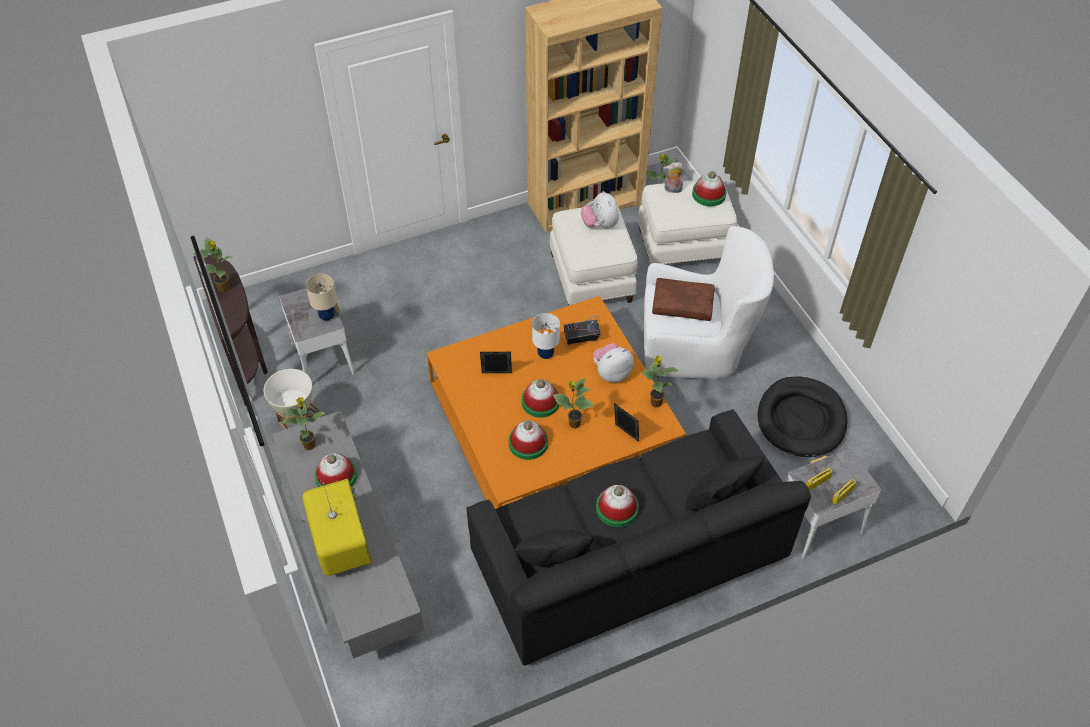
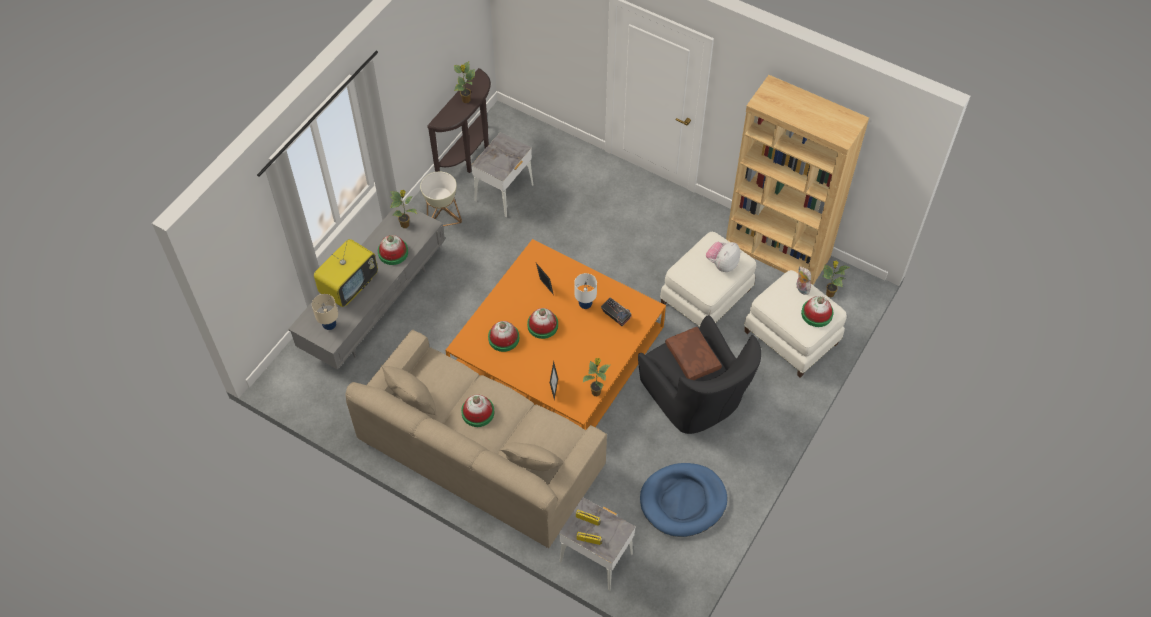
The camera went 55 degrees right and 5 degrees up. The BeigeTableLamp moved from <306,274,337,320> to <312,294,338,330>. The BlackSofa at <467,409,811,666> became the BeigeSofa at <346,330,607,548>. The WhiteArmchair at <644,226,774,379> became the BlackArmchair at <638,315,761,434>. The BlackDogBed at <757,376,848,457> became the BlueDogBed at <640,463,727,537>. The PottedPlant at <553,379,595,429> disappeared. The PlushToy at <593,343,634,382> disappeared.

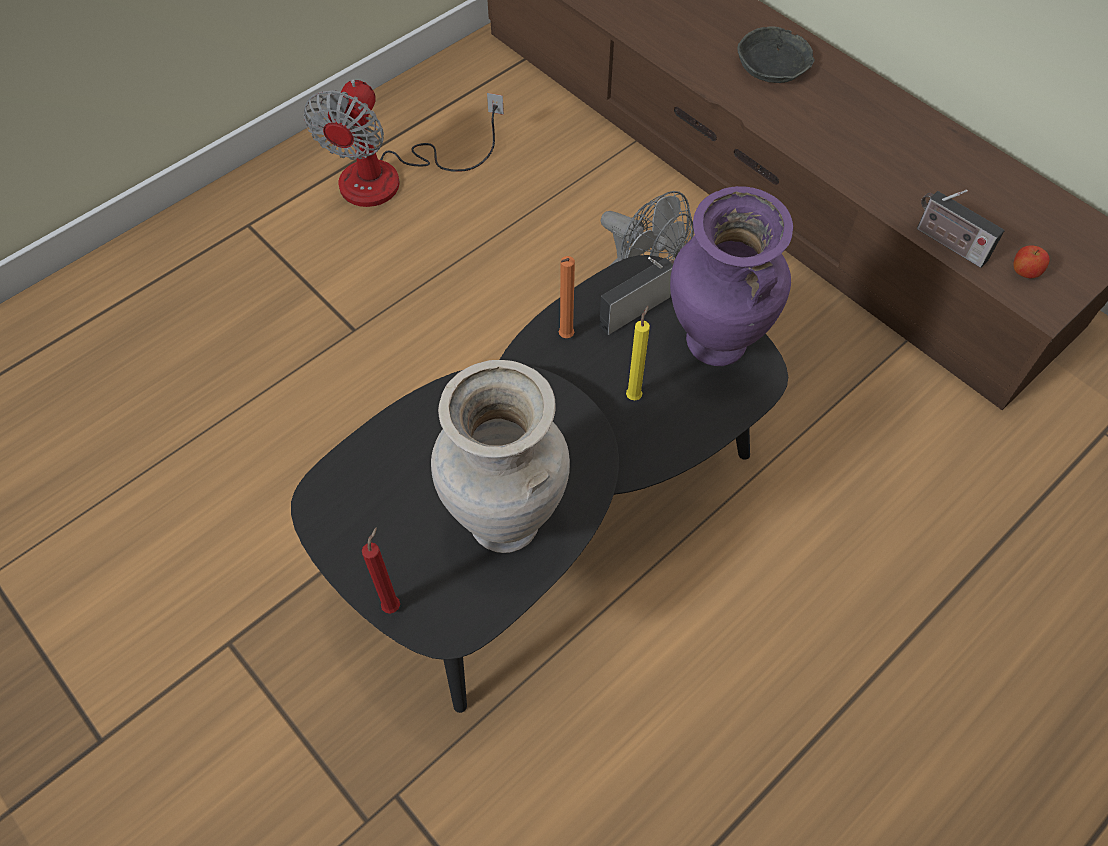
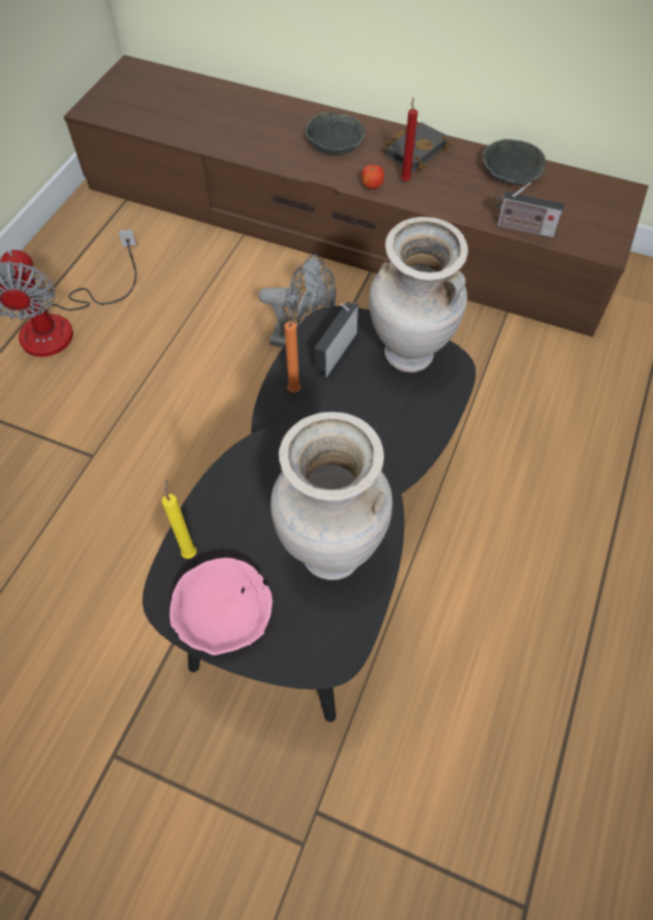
The camera went 25 degrees left and 0 degrees up. The YellowCandle moved from <626,306,650,400> to <162,480,197,559>. The PinkBowl at <170,558,273,655> appeared. The Apple moved from <1013,246,1050,278> to <361,164,384,189>. The PurpleVase at <670,186,793,366> became the BeigeVase at <369,217,468,373>. The BlackBook at <382,122,452,171> appeared. The RedCandle moved from <362,527,400,614> to <401,97,418,181>. The GreyBowl at <483,139,546,185> appeared.

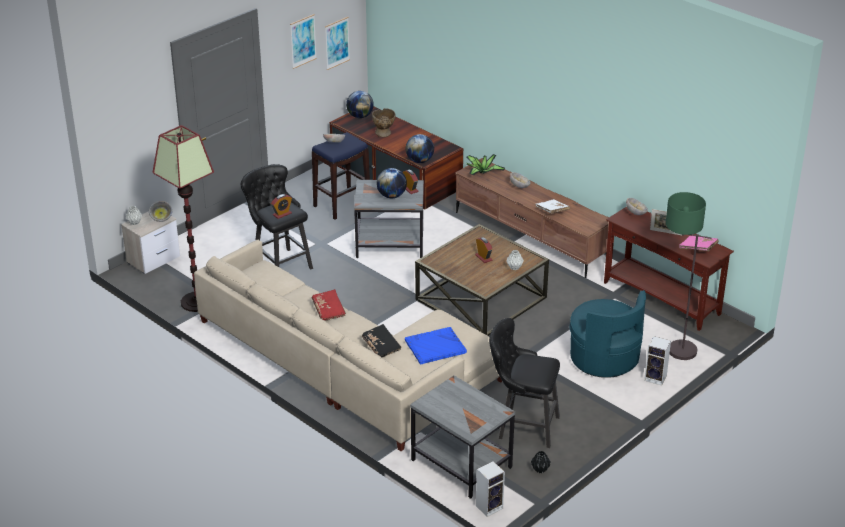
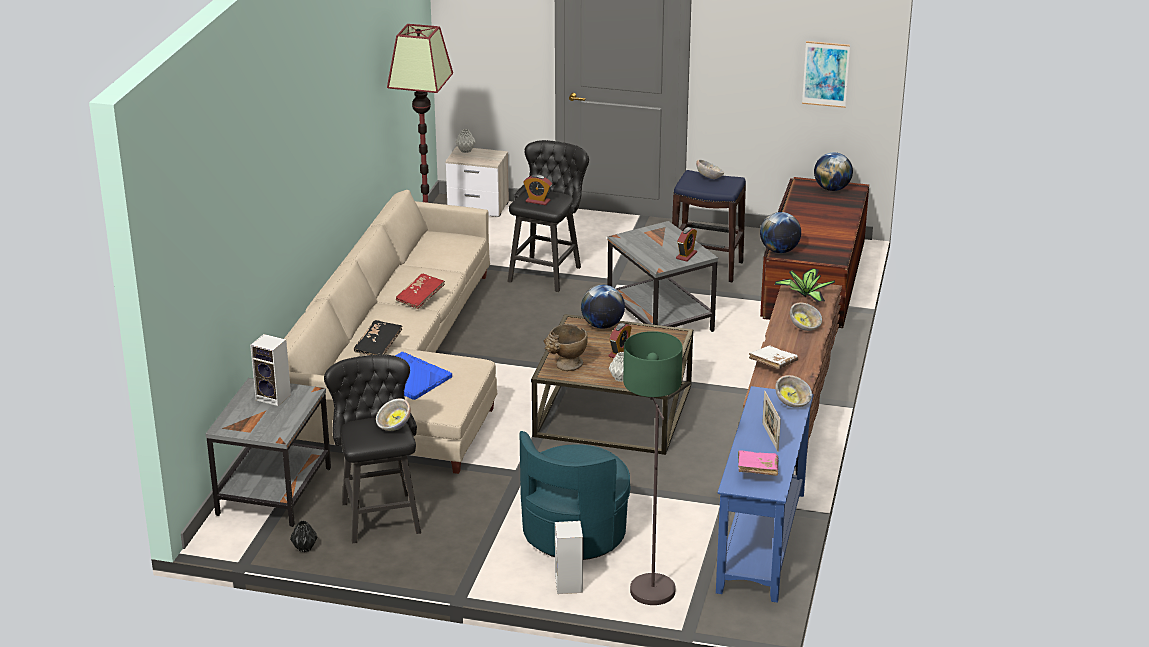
The camera went 60 degrees right and 5 degrees down. The Speaker moved from <476,461,505,517> to <250,334,291,406>. The Bowl moved from <149,201,172,222> to <376,398,411,431>. The BeigeVase moved from <372,108,396,137> to <544,324,588,371>. The Globe moved from <377,168,407,198> to <581,285,625,329>. The BrownConsoleTable at <604,206,734,331> became the BlueConsoleTable at <716,386,814,603>. The Picture at <290,14,317,69> disappeared.

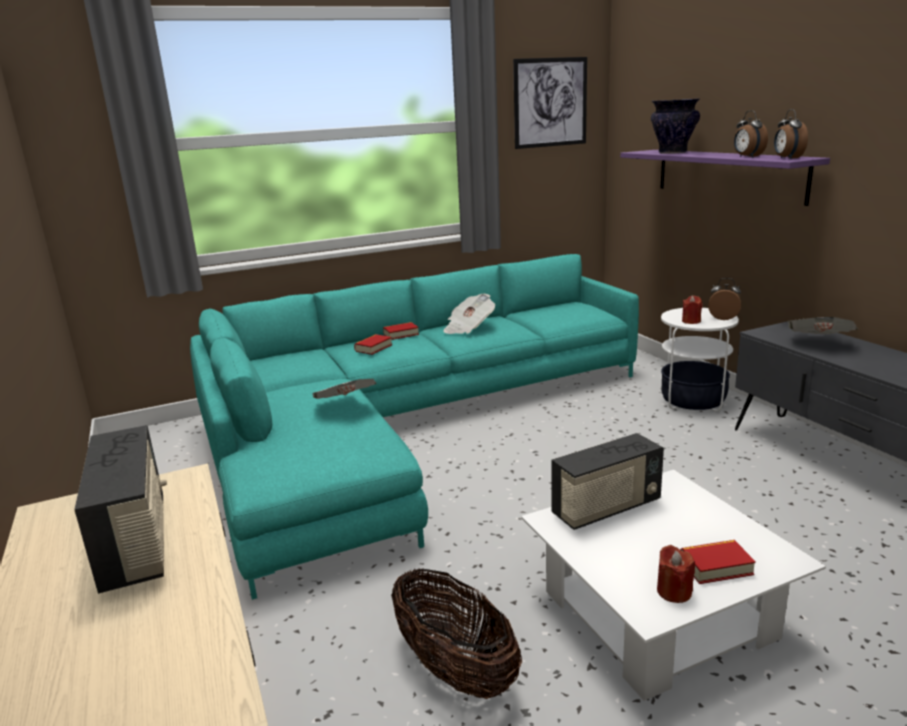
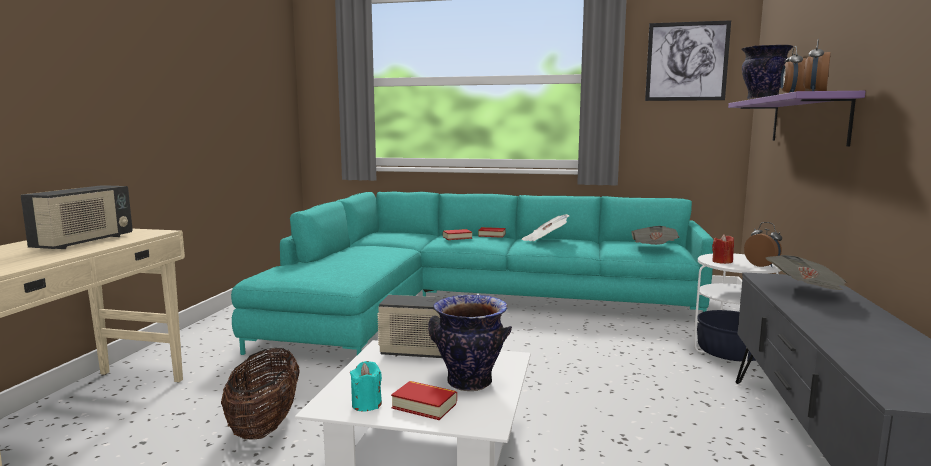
The camera went 35 degrees right and 10 degrees down. The RedCandle at <657,545,695,603> became the TurquoiseCandle at <350,361,382,411>. The Vase at <428,295,512,391> appeared. The Newspaper moved from <313,379,377,399> to <631,226,679,245>.

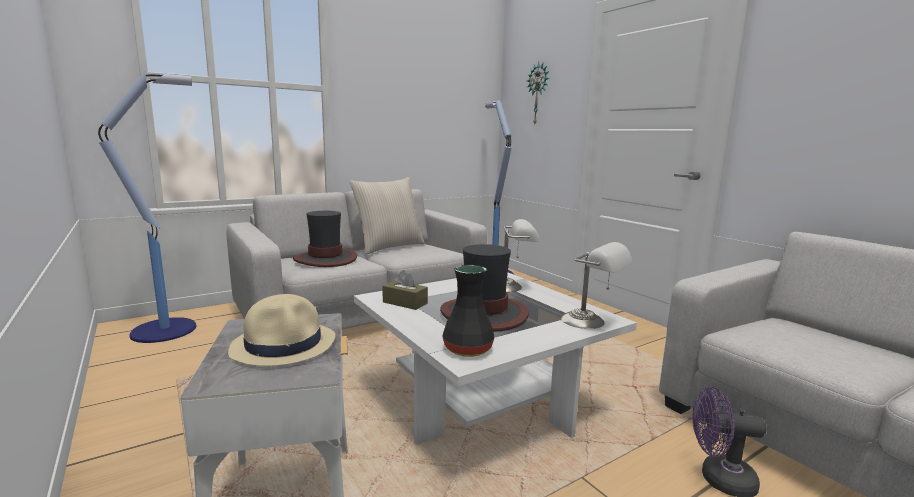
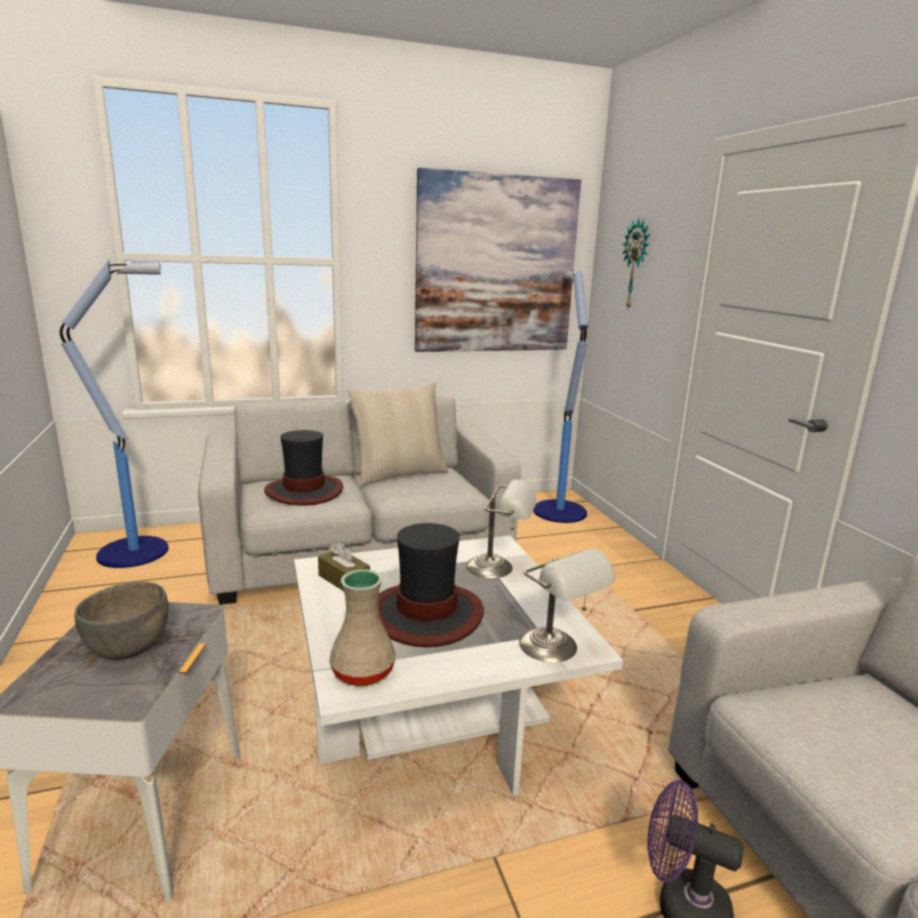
The camera went 15 degrees right and 5 degrees up. The BeigeHat at <228,294,335,366> was replaced by the GreyBowl at <75,581,169,660>. The BlackVase at <442,265,494,357> became the BeigeVase at <329,570,395,686>. The Picture at <415,168,581,352> appeared.

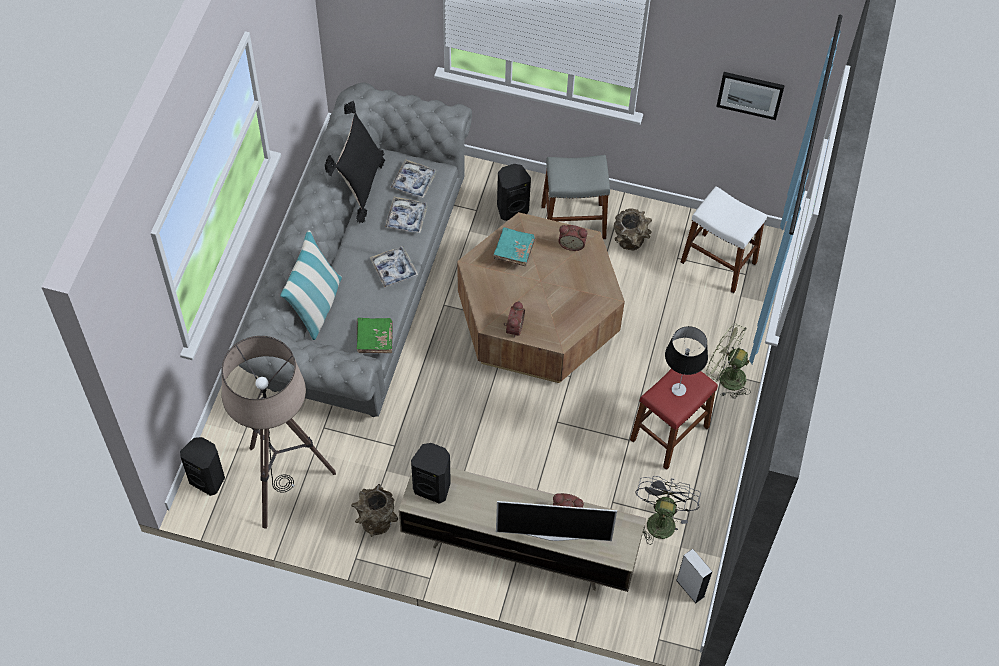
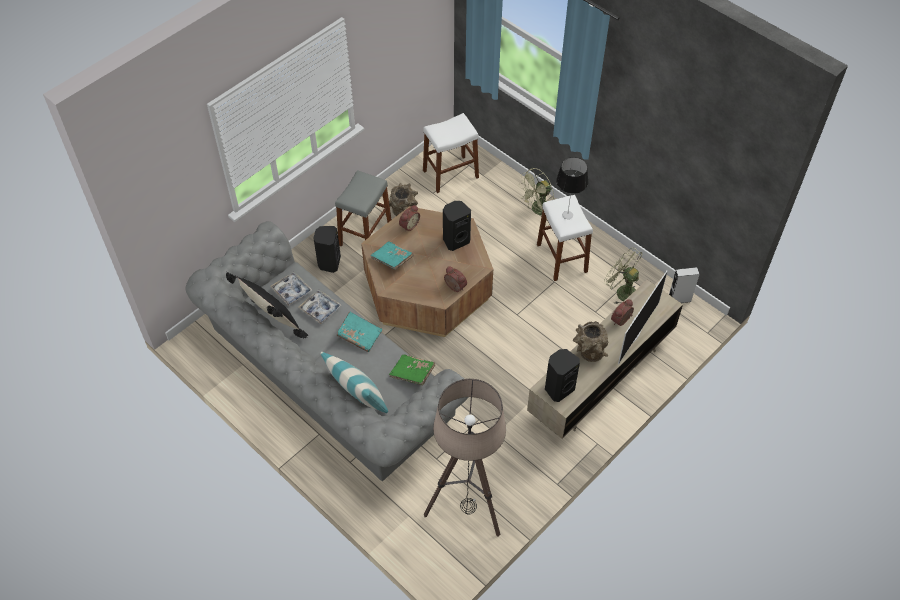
The camera went 60 degrees left and 5 degrees down. The Tray at <370,246,418,288> was replaced by the TurquoiseBook at <337,312,382,352>. The BlackSpeaker moved from <180,437,225,496> to <443,201,471,251>. The RedStool at <630,369,718,470> became the WhiteStool at <537,195,593,281>. The BrownVase moved from <351,484,398,537> to <573,321,608,362>. The GreyFan at <635,476,701,545> became the GreenFan at <604,247,643,304>. The Picture at <716,72,785,120> disappeared.

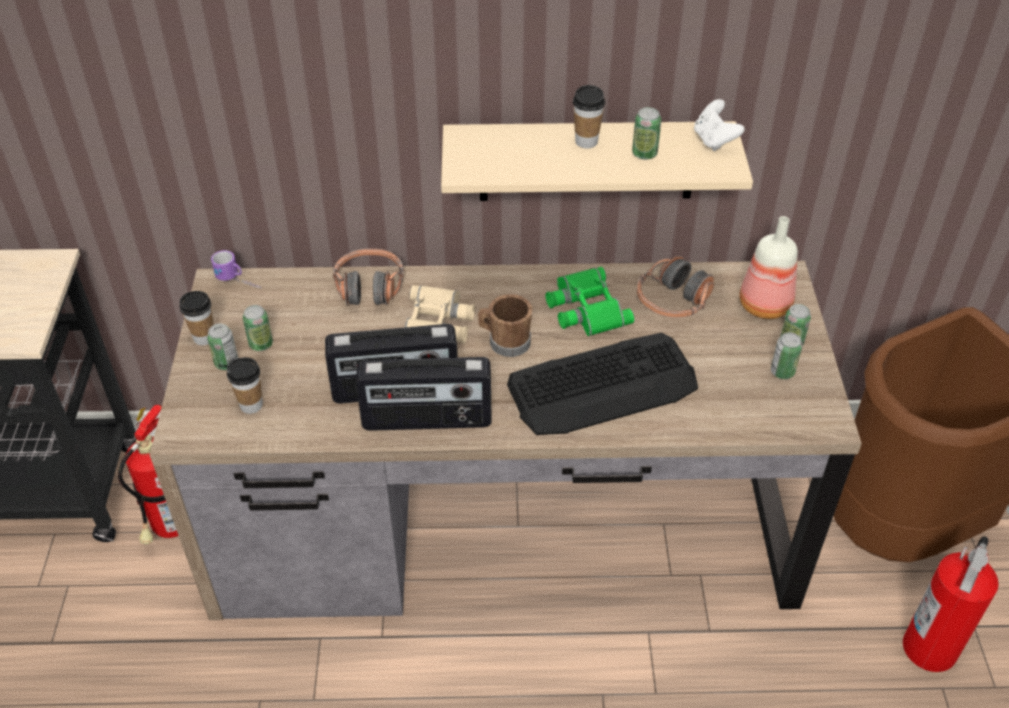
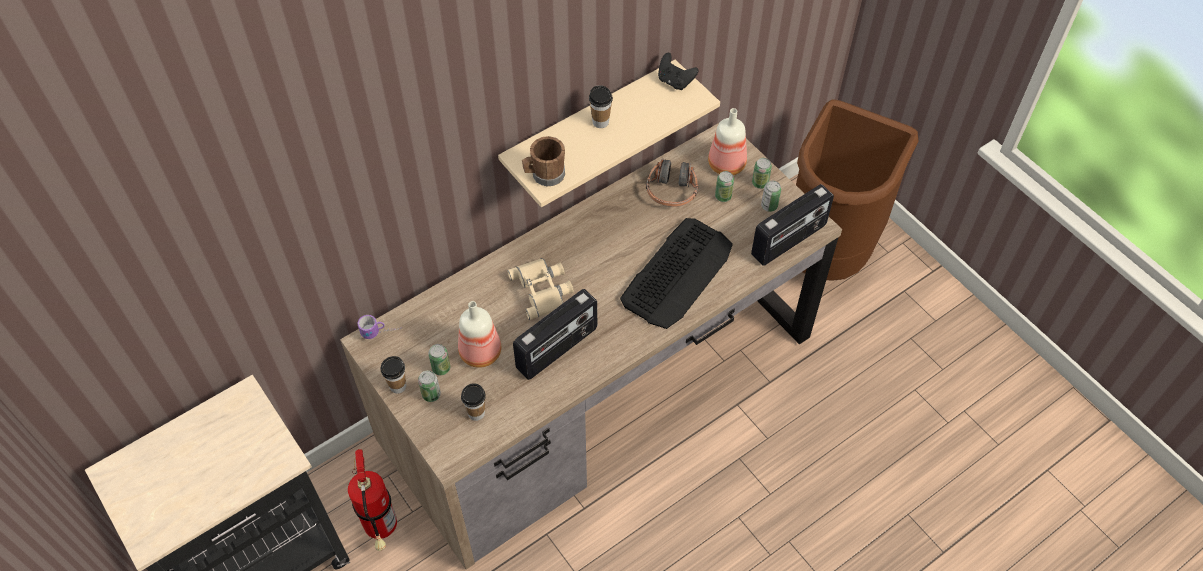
The camera went 35 degrees left and 10 degrees up. The Bottle at <458,301,501,368> appeared. The BrownMug moved from <478,294,533,357> to <522,136,565,186>. The WhiteGameController at <694,99,745,151> became the BlackGameController at <658,53,698,90>. The Can moved from <632,107,661,160> to <715,171,734,202>. The Radio moved from <356,357,492,431> to <751,184,834,266>. The Headphones at <333,249,404,306> disappeared. The GreenBinoculars at <546,267,634,336> disappeared. The FireExtinguisher at <903,536,998,672> disappeared.

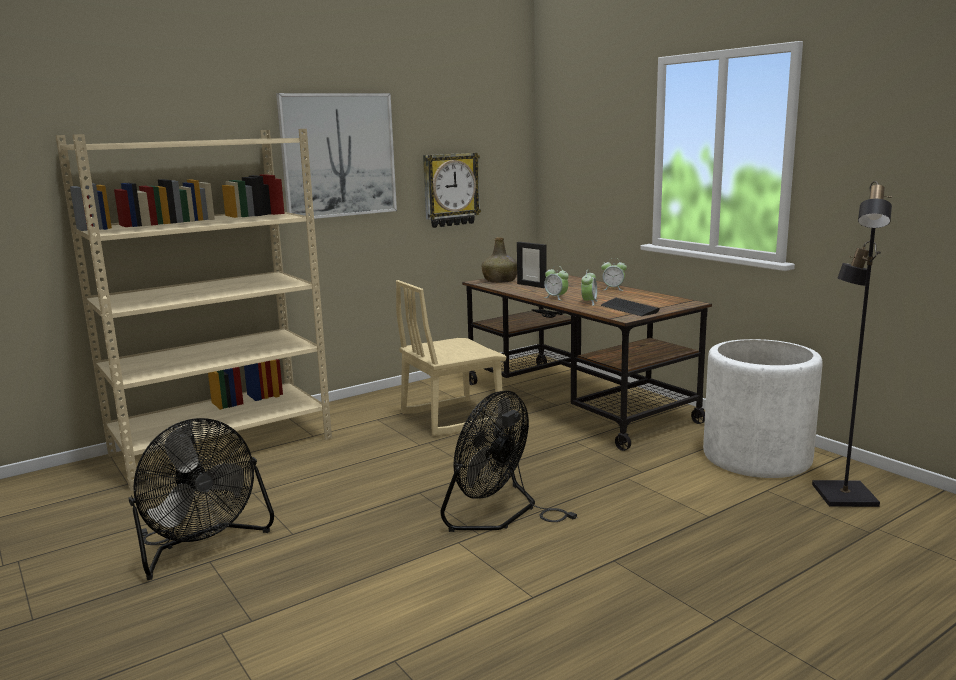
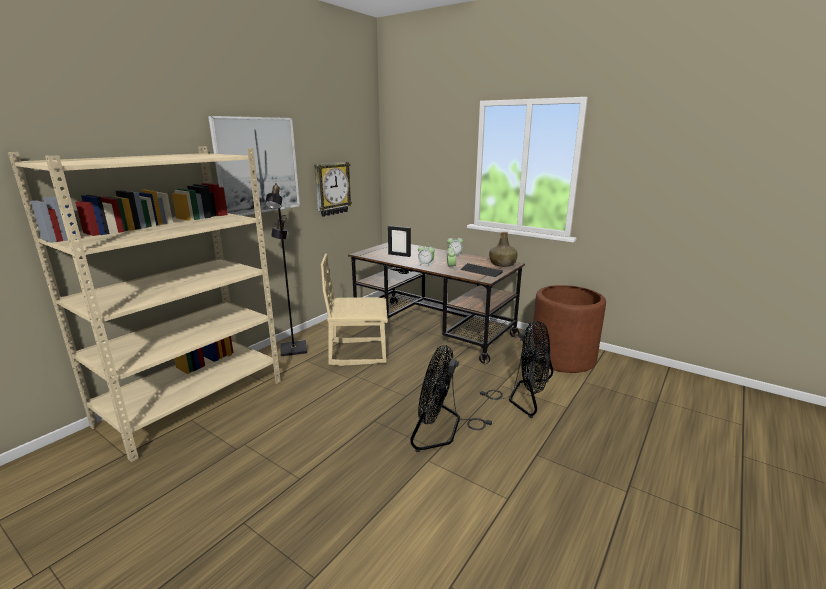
The camera went 20 degrees left and 5 degrees up. The BlackFloorLamp moved from <812,181,892,507> to <265,183,307,356>. The BeigeChair at <396,280,506,436> turned 45 degrees clockwise. The BlackFan moved from <129,418,274,580> to <480,321,553,418>. The GreenBottle moved from <482,237,517,283> to <489,232,518,267>. The WhitePlanter at <703,339,823,478> became the BrownPlanter at <533,285,606,373>.

